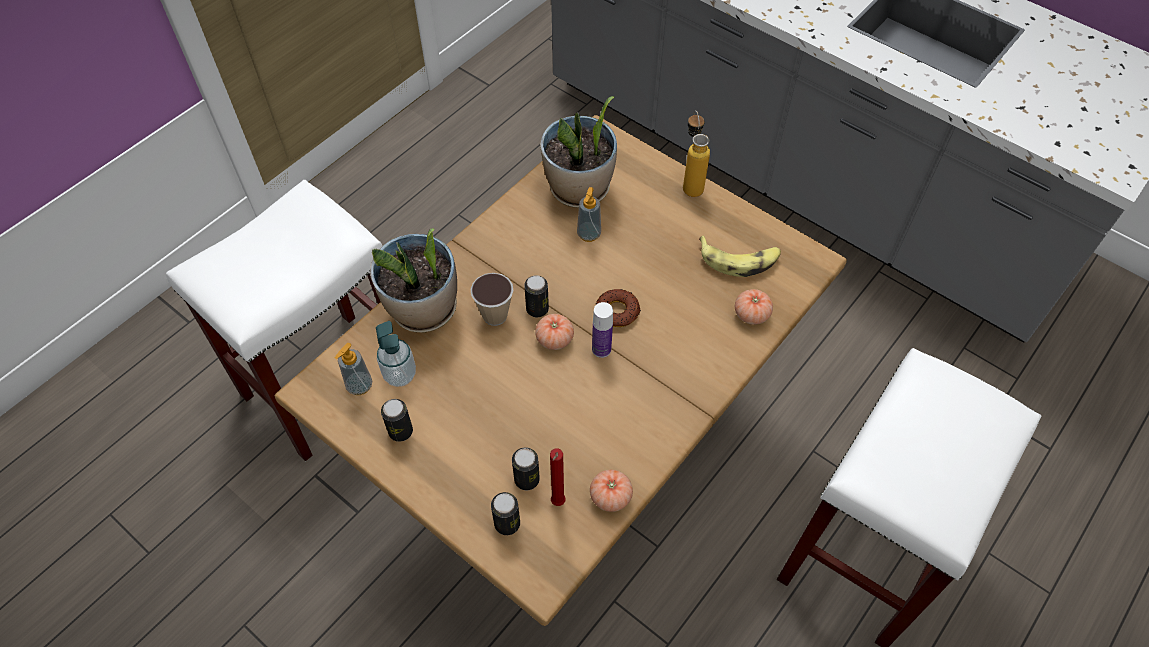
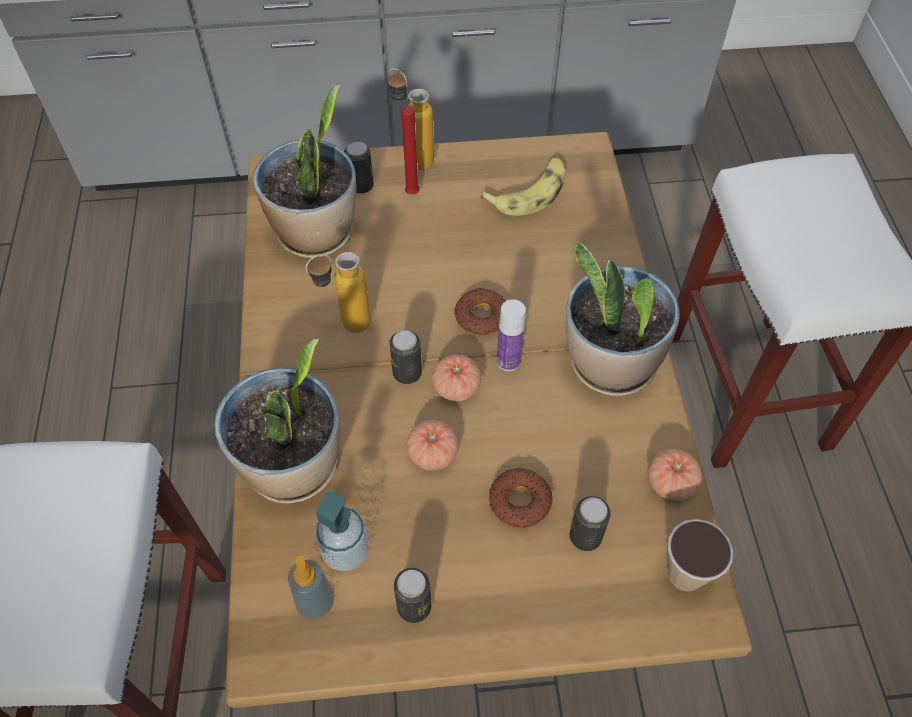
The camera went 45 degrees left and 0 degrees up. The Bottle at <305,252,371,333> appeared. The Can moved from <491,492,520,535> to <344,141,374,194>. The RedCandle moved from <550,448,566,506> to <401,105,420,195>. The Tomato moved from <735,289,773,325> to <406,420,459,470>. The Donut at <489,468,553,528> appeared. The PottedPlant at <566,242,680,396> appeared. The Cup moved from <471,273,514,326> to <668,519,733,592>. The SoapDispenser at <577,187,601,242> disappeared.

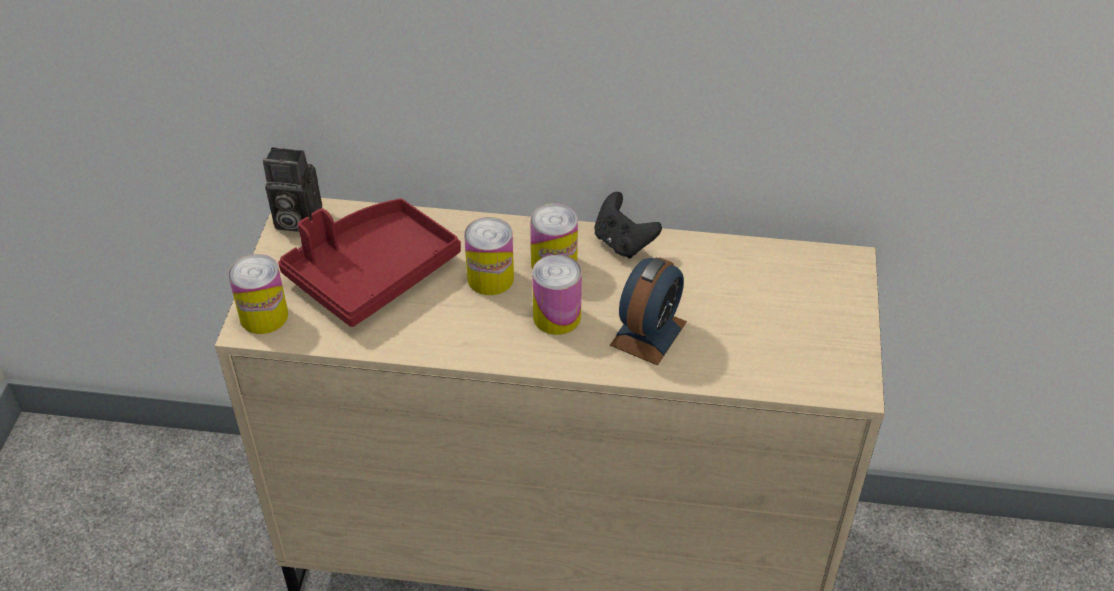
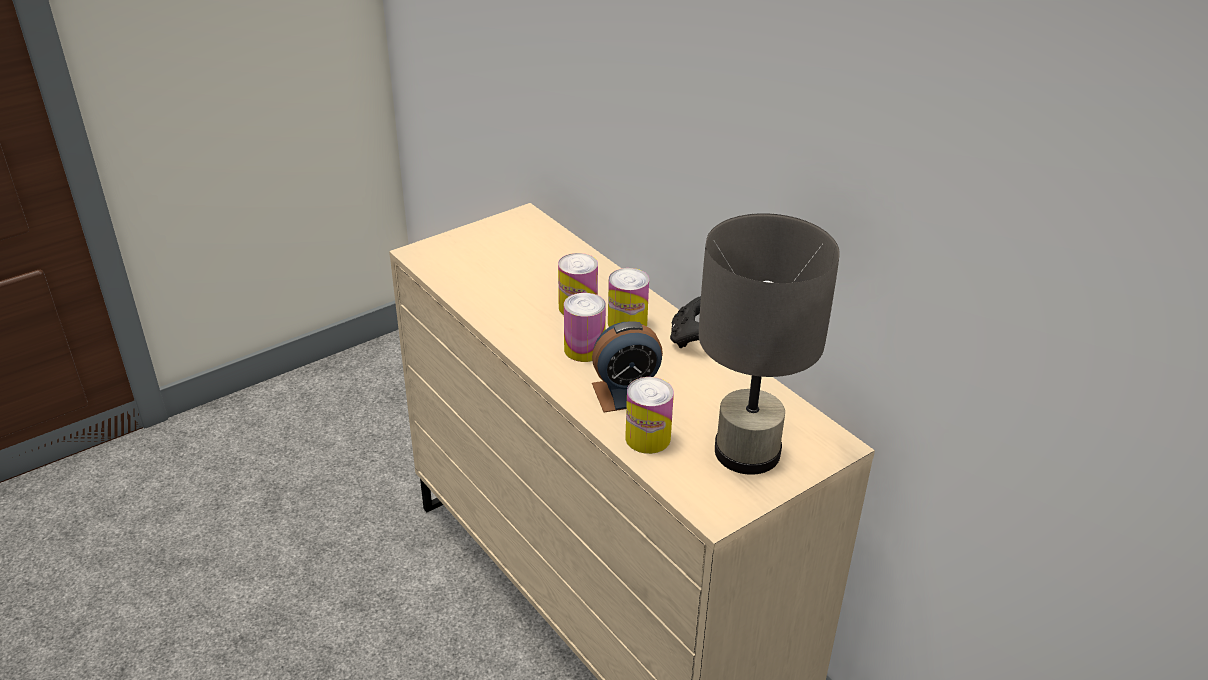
The camera went 45 degrees right and 10 degrees down. The Can moved from <228,254,288,334> to <625,377,674,454>. The GreyTableLamp at <699,213,840,475> appeared. The PhotoCamera at <263,147,322,232> disappeared. The RedTray at <278,198,461,327> disappeared.

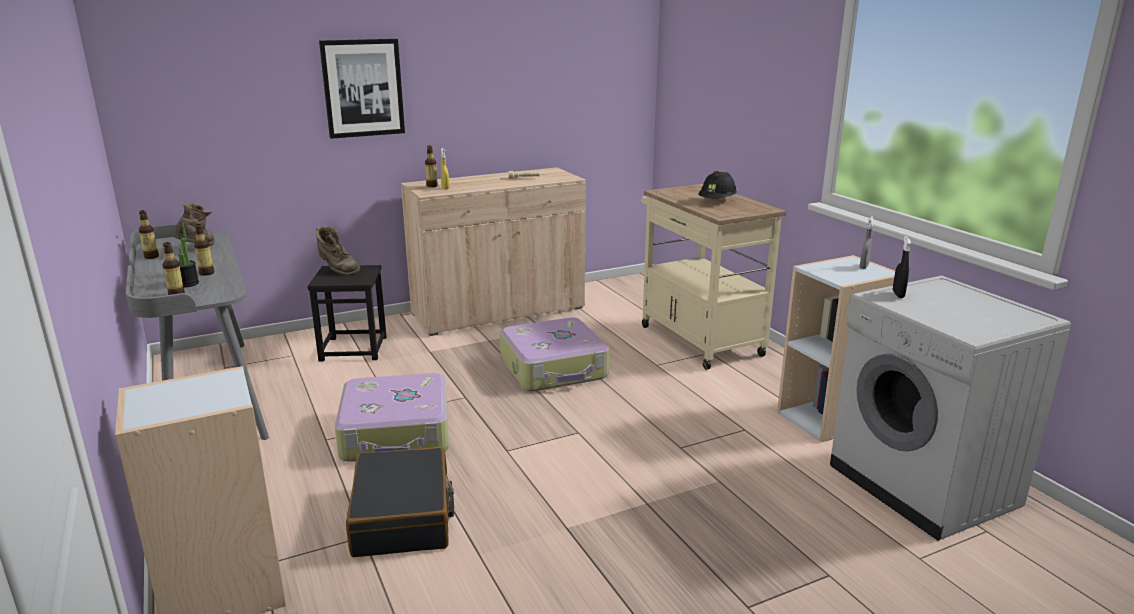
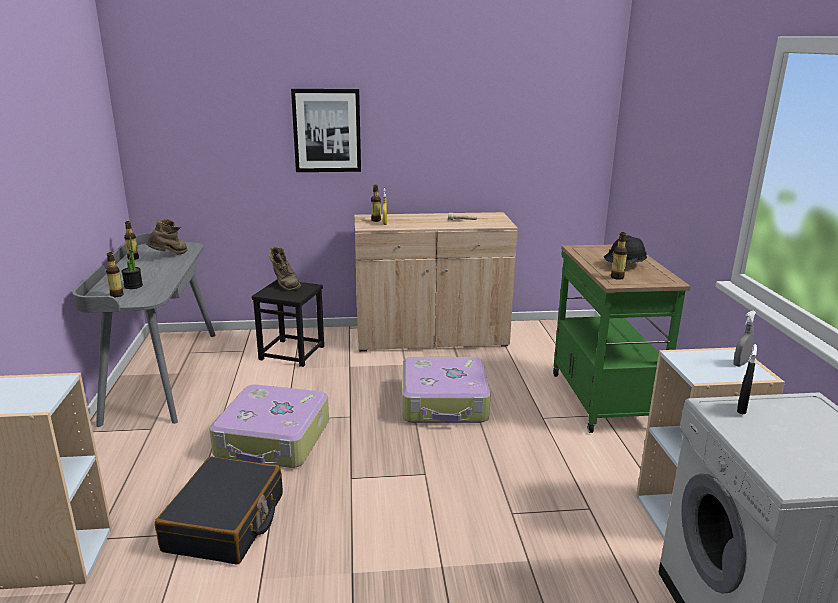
The camera went 20 degrees right and 0 degrees up. The BeigeCart at <641,184,787,370> became the GreenCart at <553,245,691,433>. The Bottle moved from <194,224,214,276> to <611,232,627,280>.

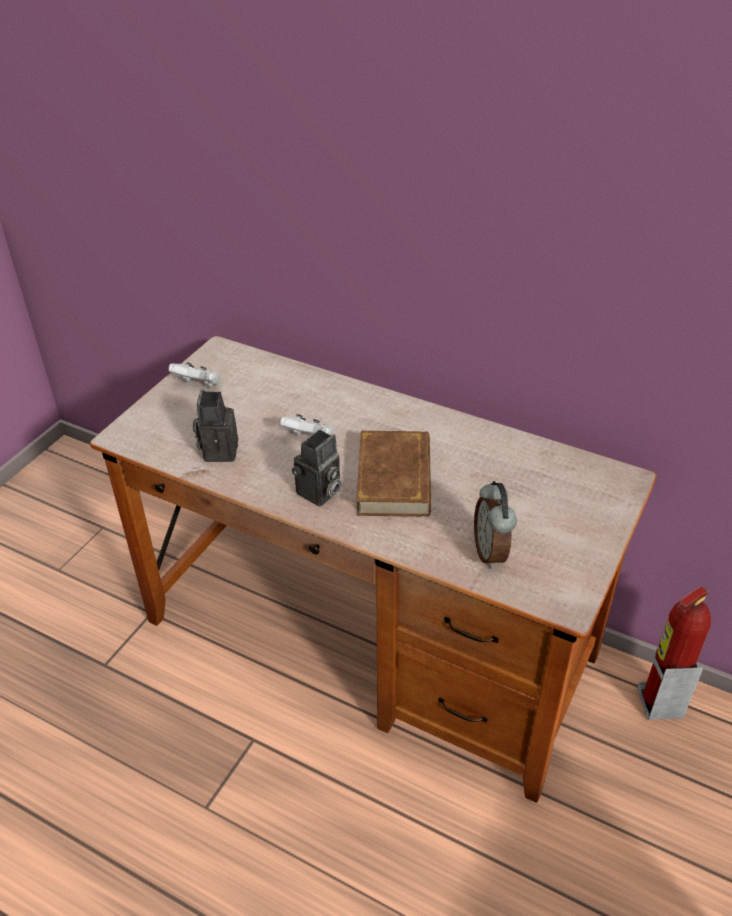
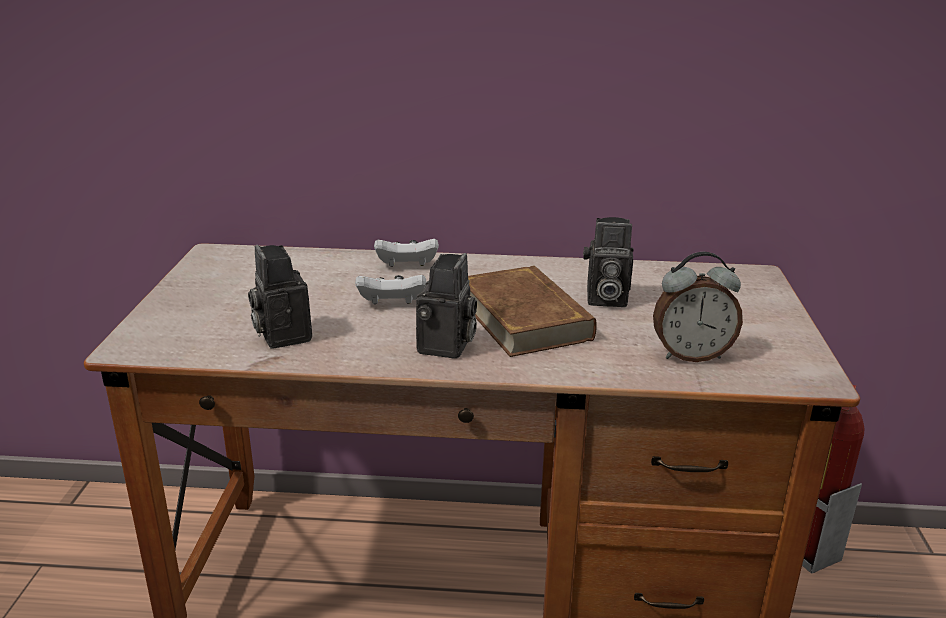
The camera went 25 degrees left and 15 degrees down. The WhiteGameController moved from <168,362,220,387> to <374,239,439,267>. The PhotoCamera at <583,217,634,307> appeared. The AlarmClock at <474,481,517,569> turned 60 degrees counterclockwise.

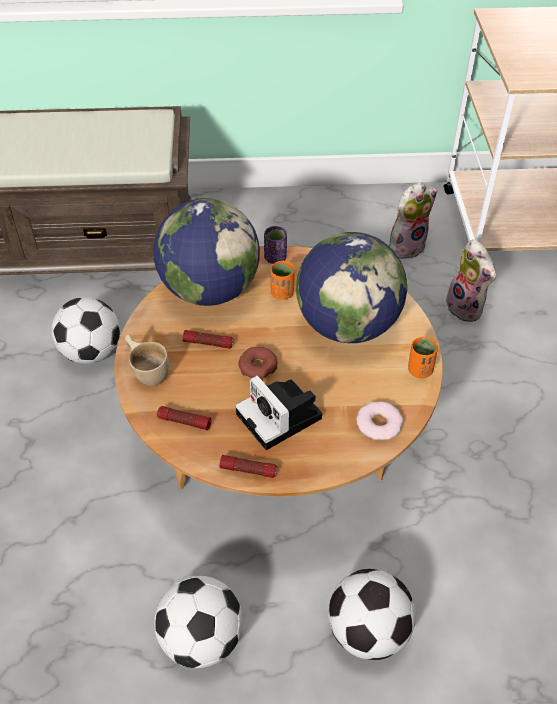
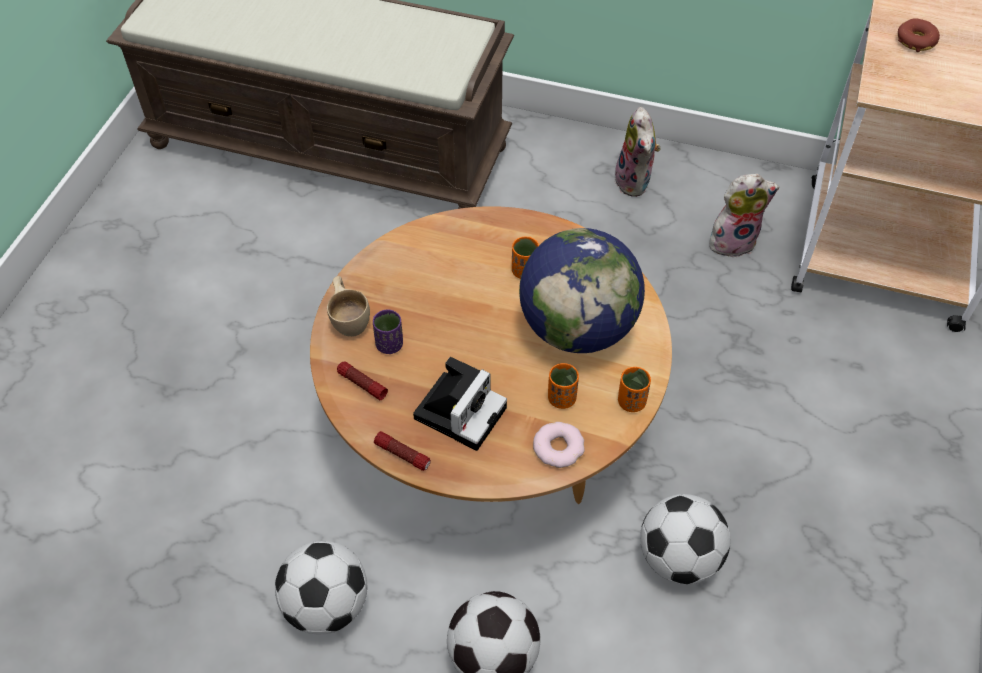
The camera went 20 degrees right and 5 degrees up. The PurpleCup moved from <264,226,287,264> to <373,309,403,354>. The PhotoCamera at <235,375,322,450> turned 135 degrees counterclockwise. The OrangeCup at <548,363,579,409> appeared. The PlushToy moved from <446,240,496,322> to <613,107,661,197>. The Football moved from <51,297,120,364> to <640,494,730,584>. The Donut moved from <239,347,277,381> to <898,18,940,52>. The Globe at <153,198,260,306> disappeared. The Flashlight at <183,330,234,349> disappeared.

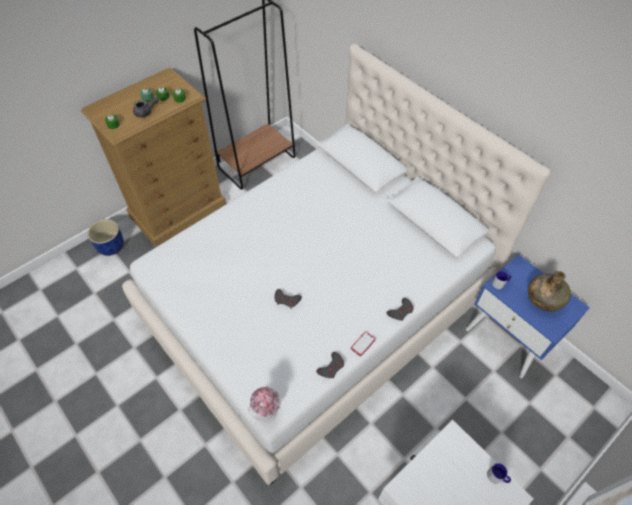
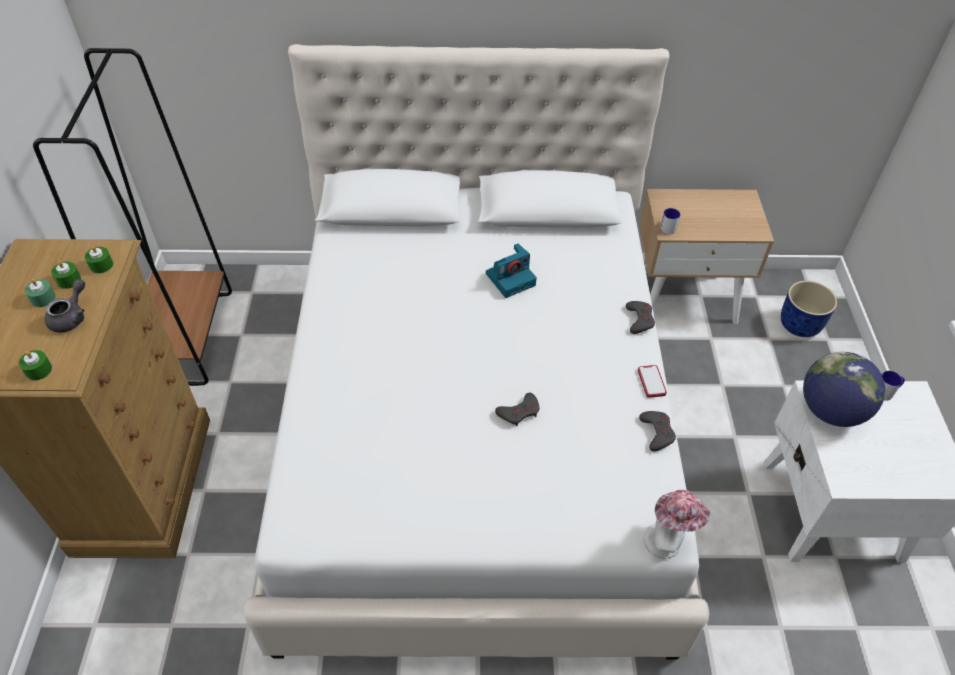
The camera went 50 degrees left and 5 degrees down. The PhotoCamera at <486,243,537,298> appeared. The BlueNightstand at <466,254,590,378> became the BeigeNightstand at <639,189,774,324>. The BluePlanter moved from <88,219,124,256> to <781,281,837,337>. The Globe at <803,352,885,427> appeared. The GreenBottle at <528,271,571,311> disappeared.

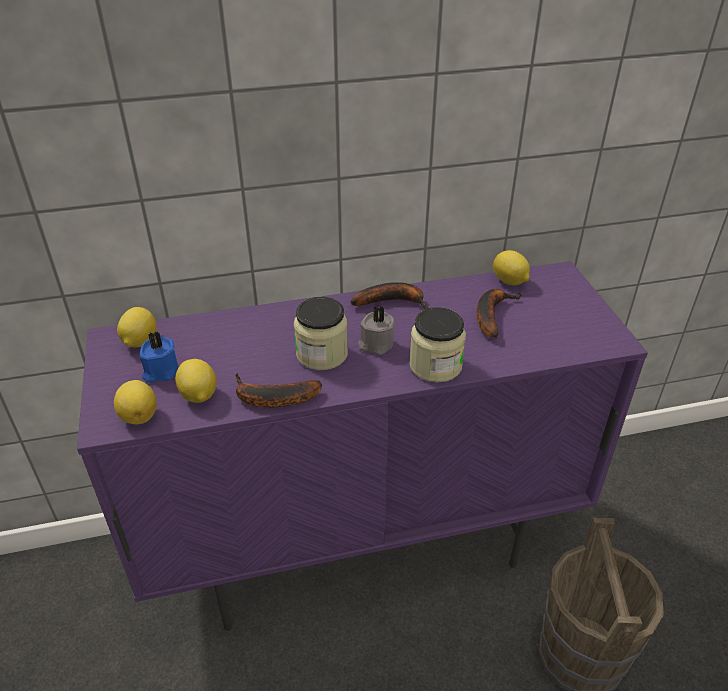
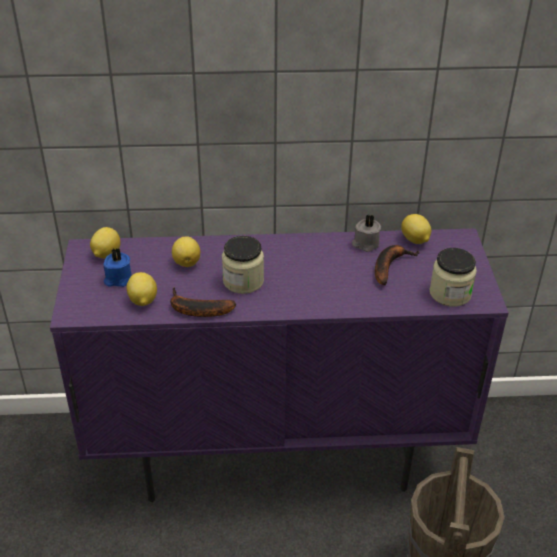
The camera went 10 degrees right and 0 degrees up. The Lemon moved from <114,380,157,424> to <172,237,200,267>. The GreyCandle moved from <358,305,395,355> to <352,214,381,252>. The Jar moved from <409,307,466,382> to <430,248,477,307>. The Banana at <351,282,429,310> disappeared.

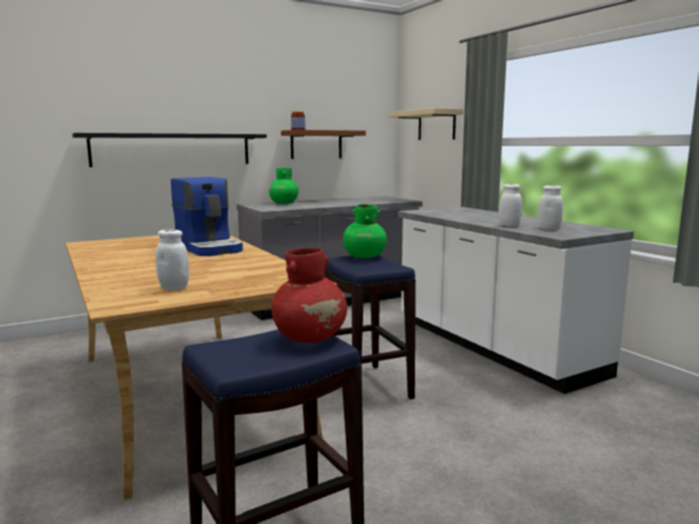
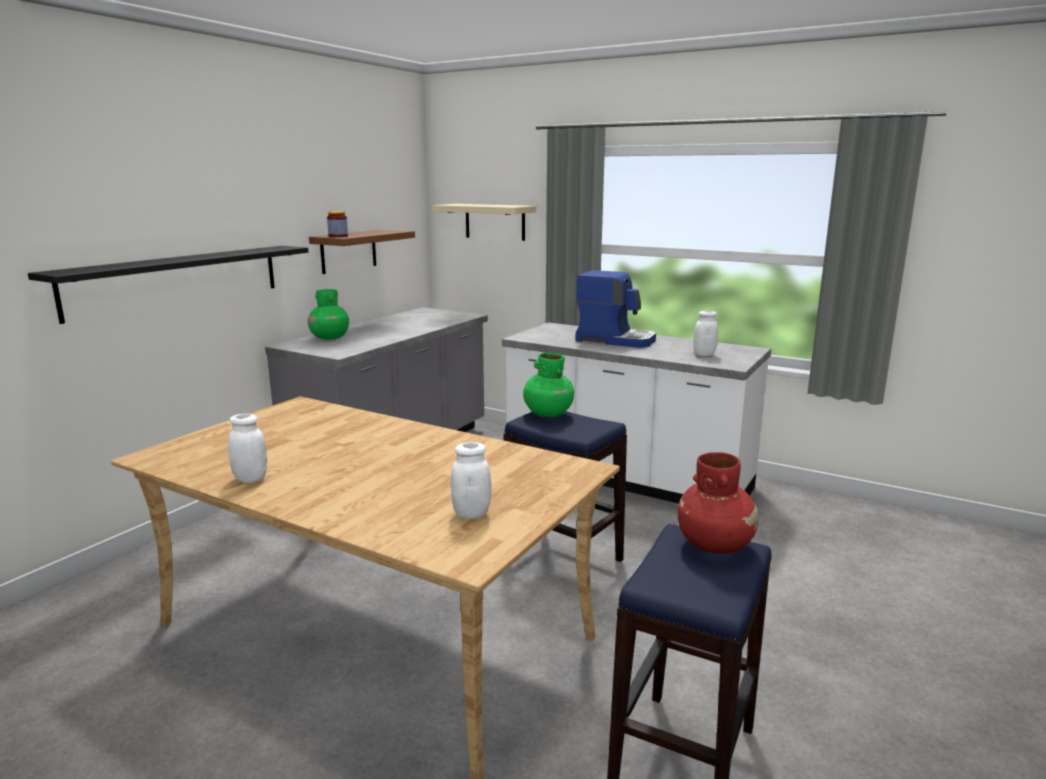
The camera went 30 degrees left and 5 degrees up. The WhiteJar moved from <499,184,522,226> to <228,414,267,483>. The CoffeeMachine moved from <171,177,243,256> to <575,270,656,348>.

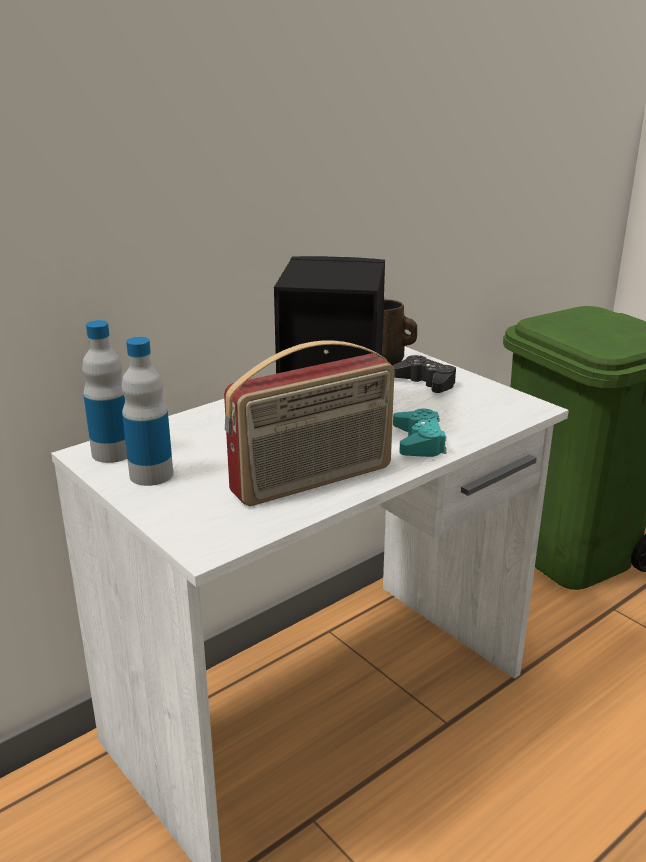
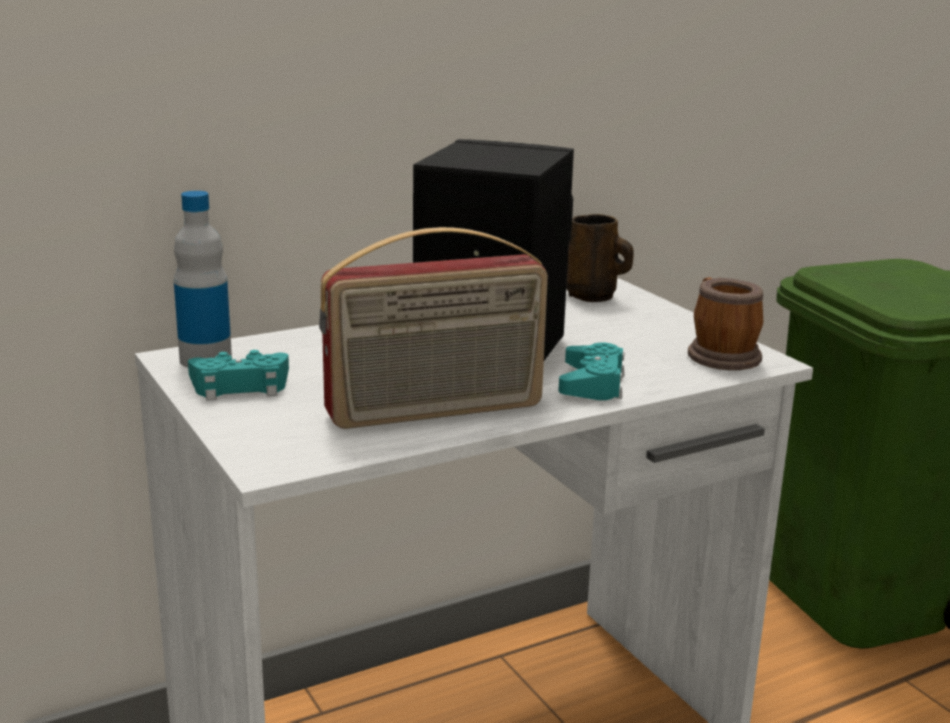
The camera went 10 degrees right and 5 degrees down. The Bottle at <122,337,173,486> was replaced by the TurquoiseGameController at <188,350,289,401>. The Mug at <688,277,763,370> appeared. The BlackGameController at <392,355,456,393> disappeared.

